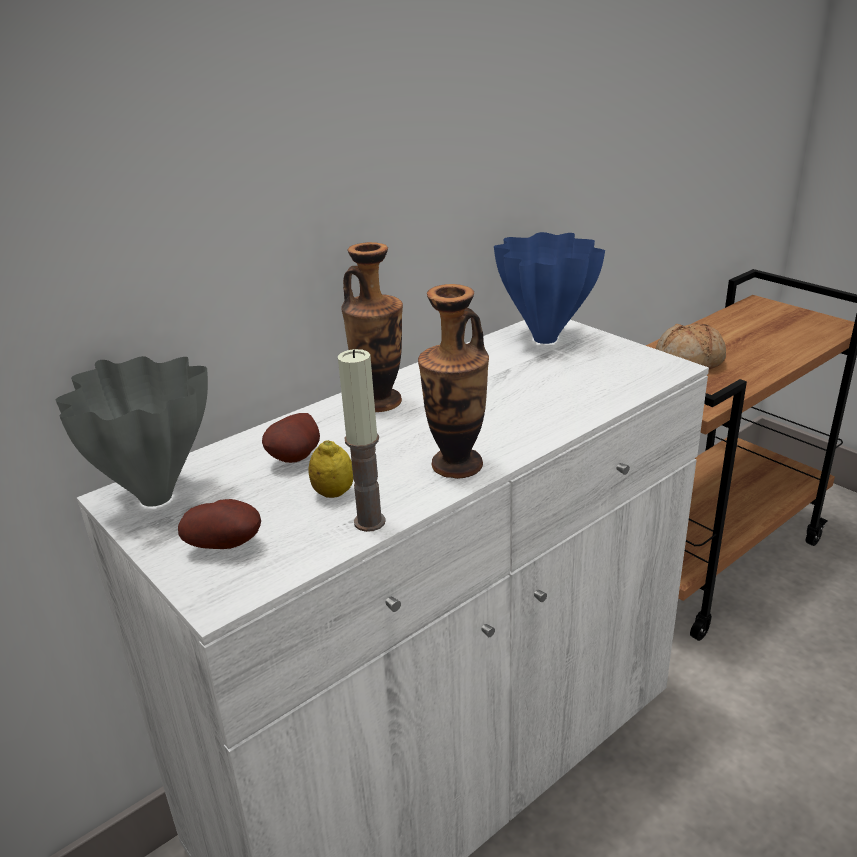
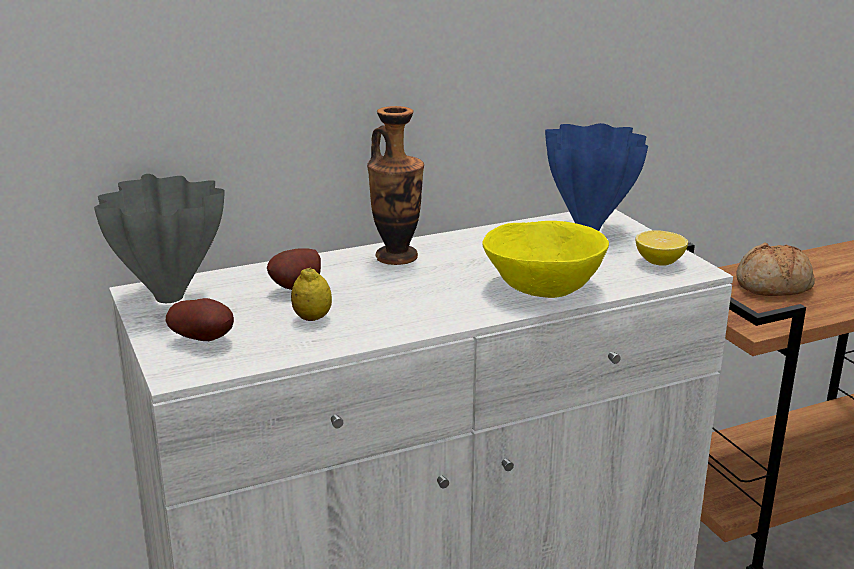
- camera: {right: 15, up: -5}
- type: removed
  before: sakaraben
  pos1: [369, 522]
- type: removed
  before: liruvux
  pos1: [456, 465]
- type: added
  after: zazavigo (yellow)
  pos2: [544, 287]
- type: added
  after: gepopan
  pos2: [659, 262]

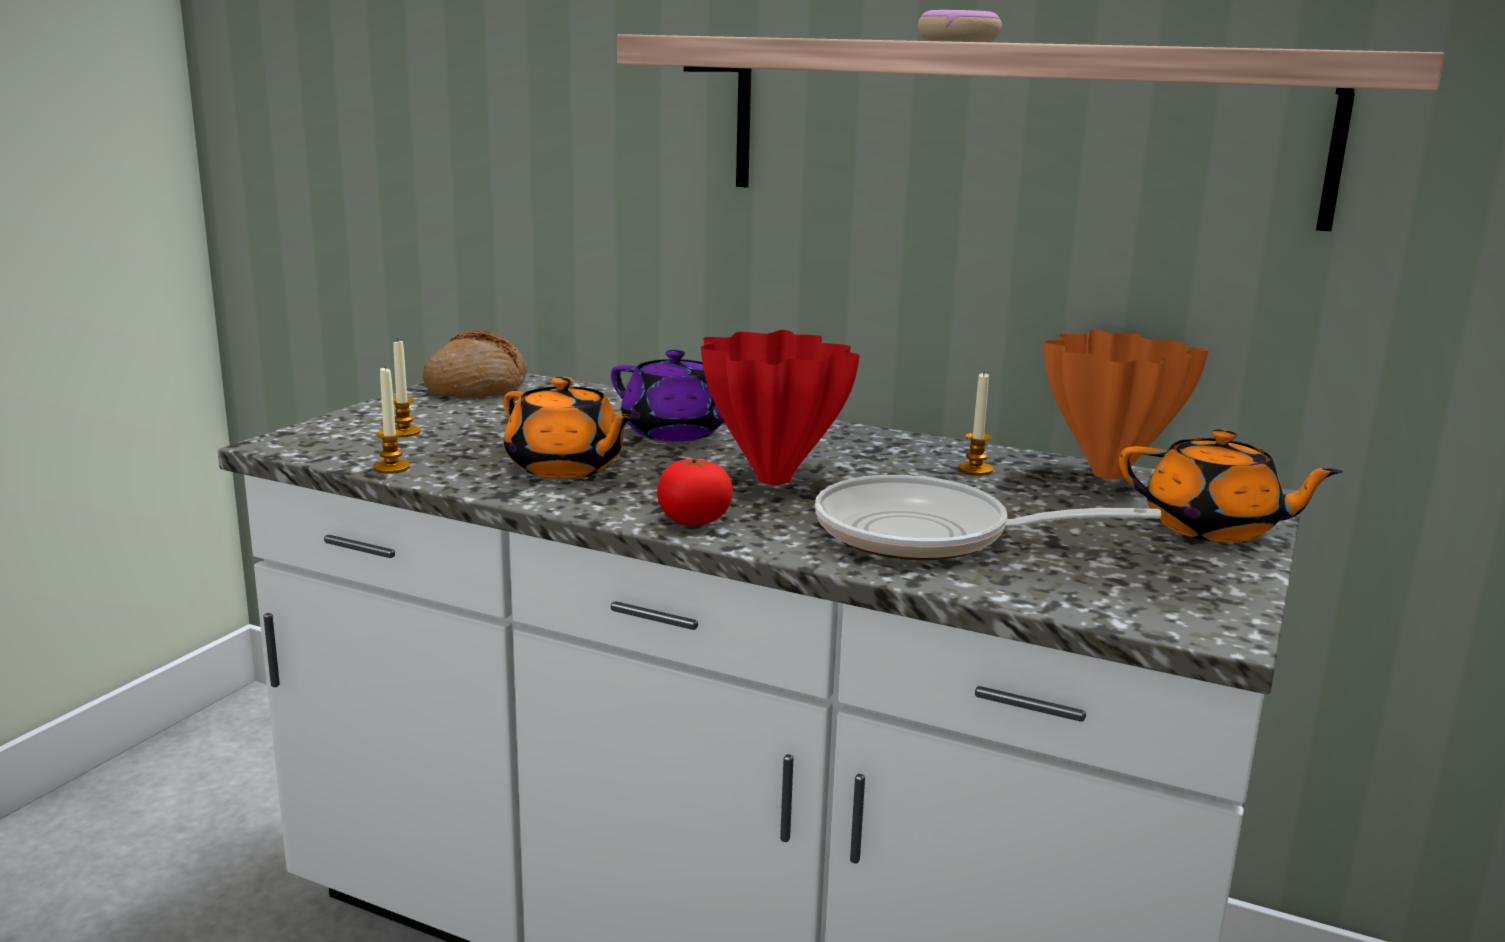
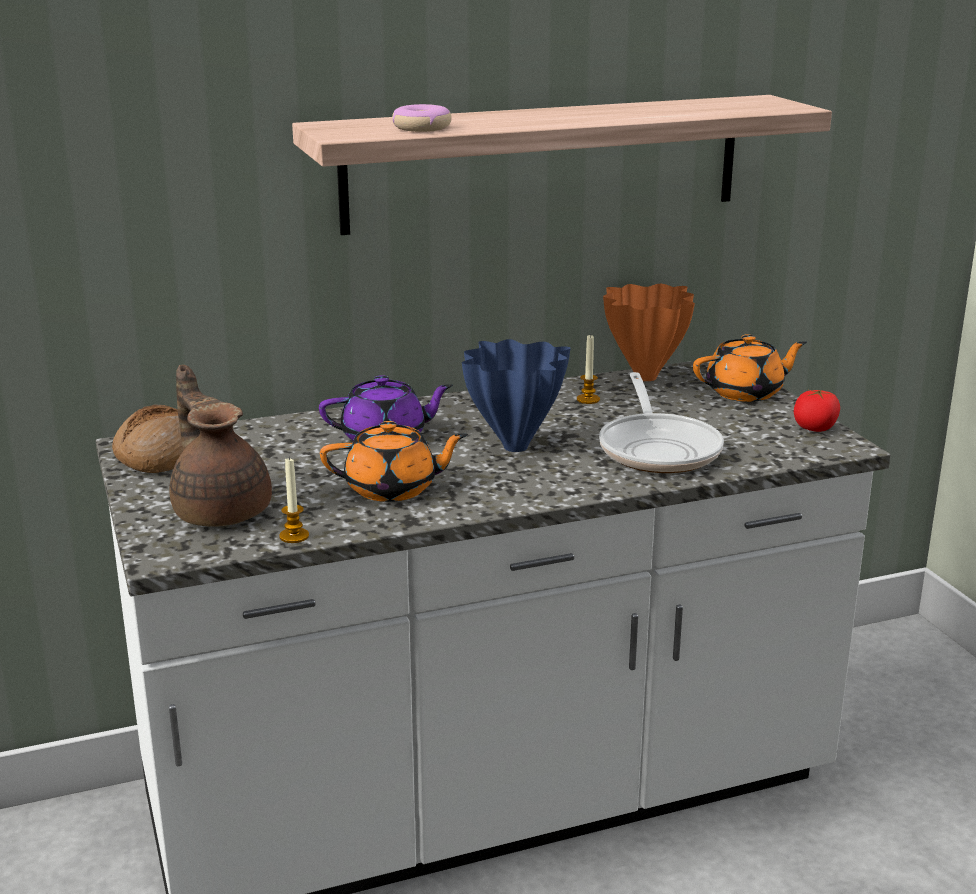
- camera: {right: -45, up: 5}
- type: replaced
  before: sakaraben
  after: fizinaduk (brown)
  pos1: [404, 432]
  pos2: [221, 510]
- type: moved
  before: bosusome
  pos1: [694, 521]
  pos2: [814, 428]
- type: recoloured
  before: liruvux (red)
  after: liruvux (blue)
  pos1: [771, 478]
  pos2: [513, 447]
- type: turned
  before: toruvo
  pos1: [929, 535]
  pos2: [658, 448]
  turn: -60
- type: moved
  before: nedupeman
  pos1: [958, 41]
  pos2: [422, 128]

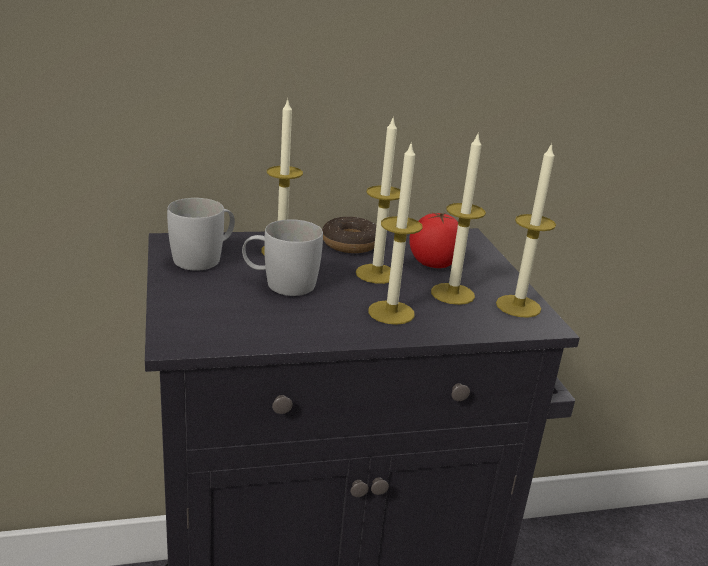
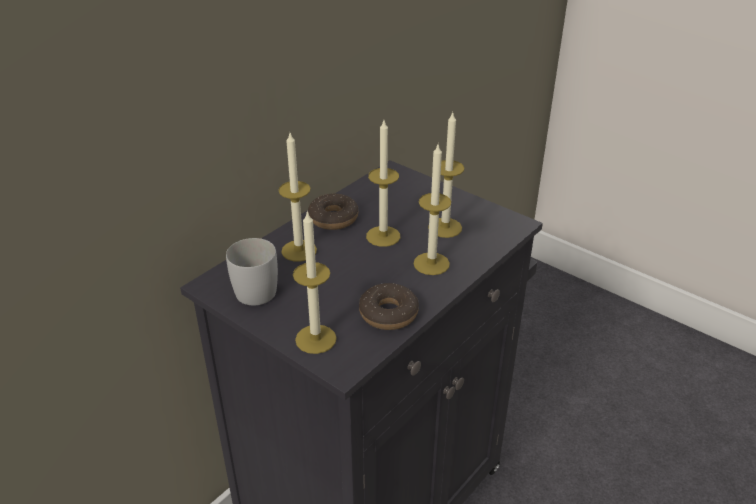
- camera: {right: -35, up: 10}
- type: removed
  before: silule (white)
  pos1: [280, 284]
- type: removed
  before: bosusome
  pos1: [432, 265]
- type: moved
  before: sakaraben
  pos1: [518, 306]
  pos2: [316, 339]
- type: added
  after: nedupeman
  pos2: [388, 314]

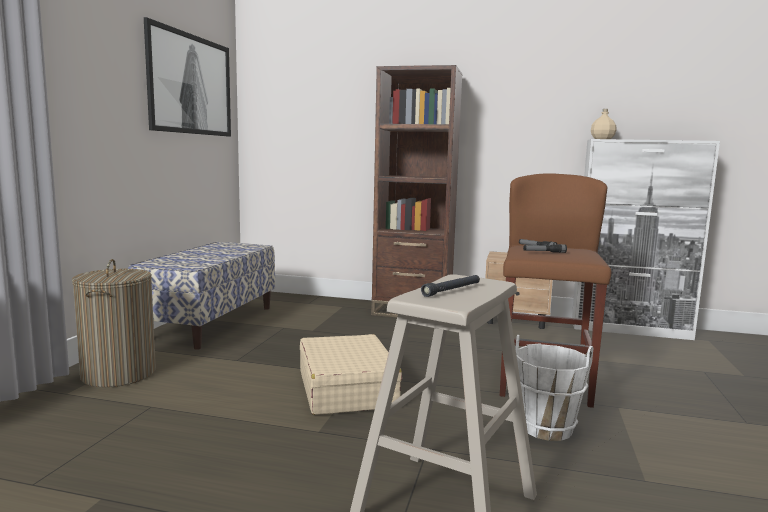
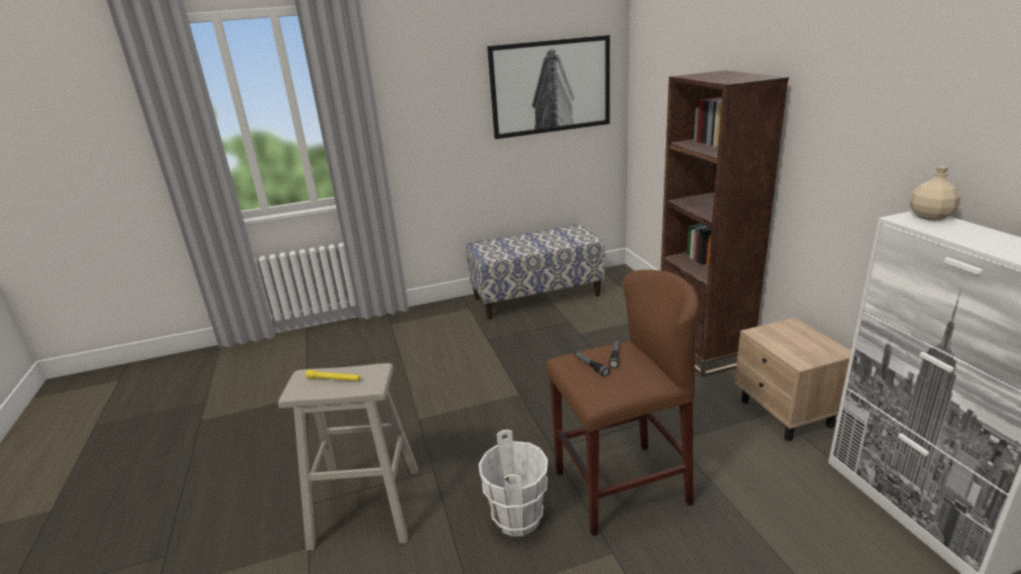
- camera: {right: 60, up: 15}
- type: removed
  before: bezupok
  pos1: [118, 373]
- type: removed
  before: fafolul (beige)
  pos1: [347, 389]
- type: recoloured
  before: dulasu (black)
  after: dulasu (yellow)
  pos1: [452, 290]
  pos2: [334, 379]

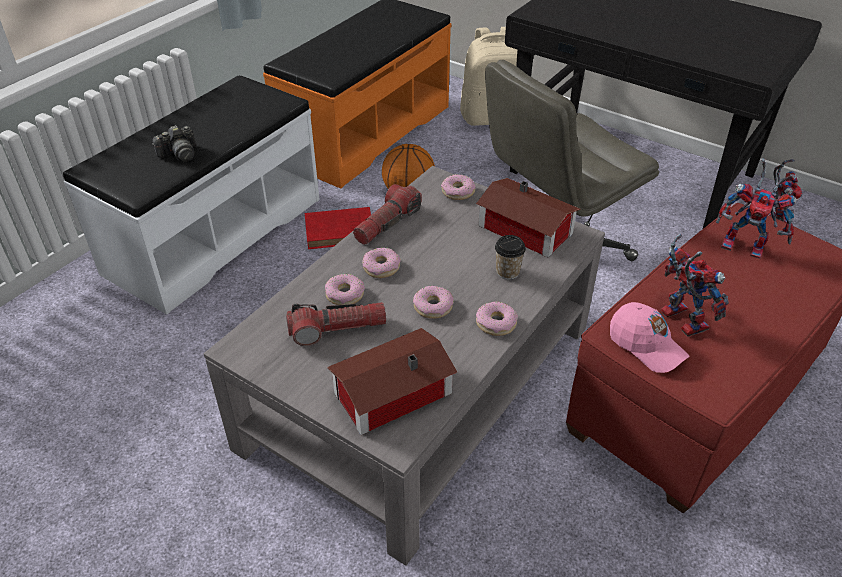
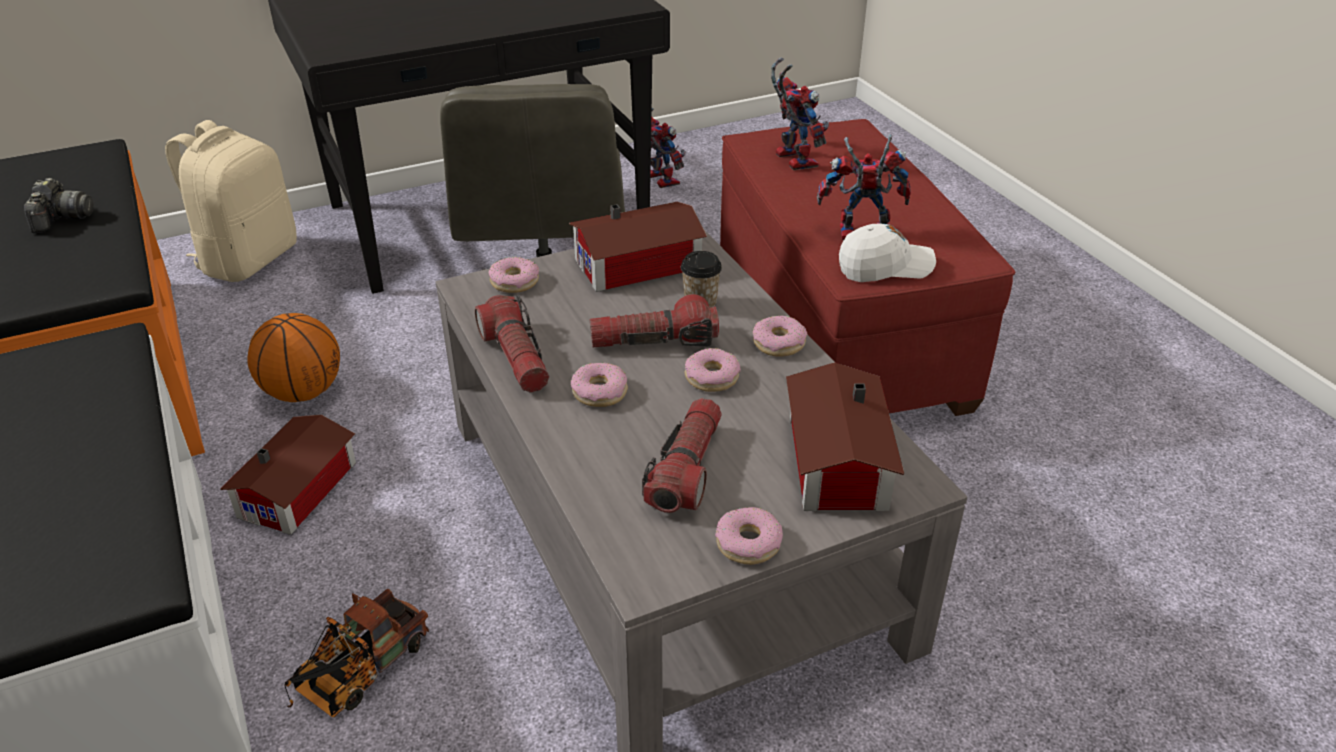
- camera: {right: -60, up: -5}
- type: moved
  before: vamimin
  pos1: [179, 154]
  pos2: [62, 219]
- type: replaced
  before: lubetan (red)
  after: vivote
  pos1: [342, 231]
  pos2: [302, 488]
- type: moved
  before: nedupeman
  pos1: [345, 294]
  pos2: [748, 543]
- type: recoloured
  before: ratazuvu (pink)
  after: ratazuvu (white)
  pos1: [646, 346]
  pos2: [885, 267]
- type: turned
  before: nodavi
  pos1: [747, 245]
  pos2: [790, 158]
  turn: -75
- type: added
  after: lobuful
  pos2: [358, 673]
- type: added
  after: dulasu
  pos2: [654, 341]

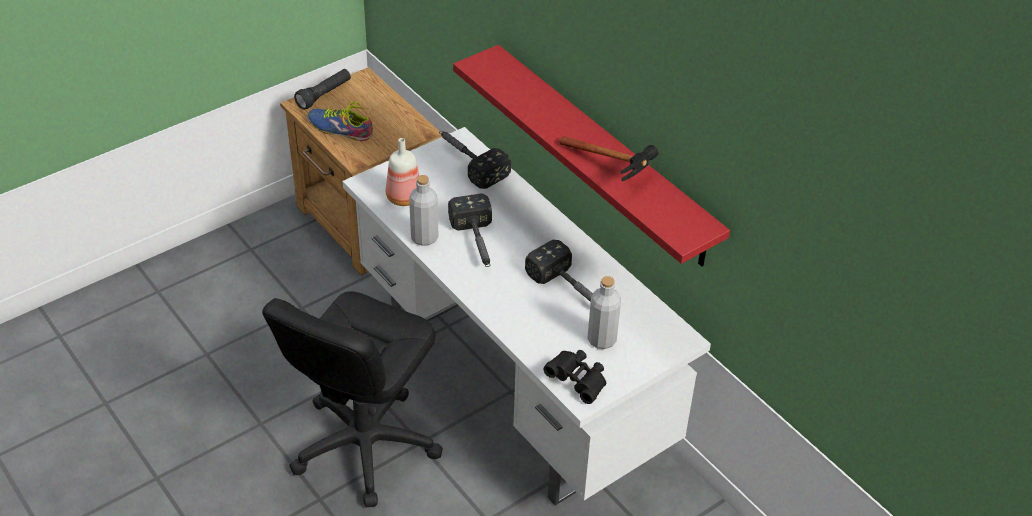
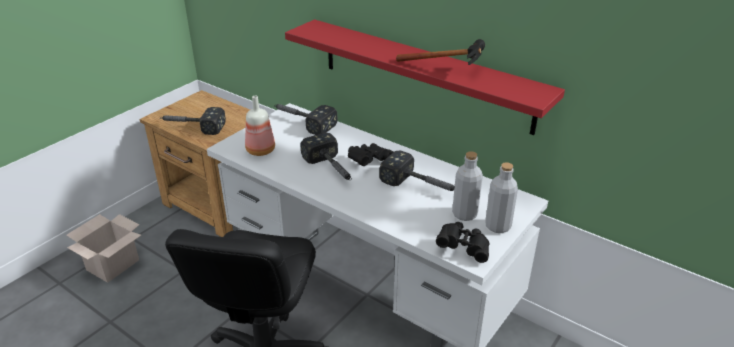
- camera: {right: -15, up: -10}
- type: removed
  before: dulasu (black)
  pos1: [324, 95]
- type: replaced
  before: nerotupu
  after: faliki
  pos1: [340, 129]
  pos2: [191, 126]
- type: moved
  before: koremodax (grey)
  pos1: [424, 237]
  pos2: [498, 226]
- type: added
  after: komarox
  pos2: [113, 264]
- type: added
  after: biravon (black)
  pos2: [368, 161]

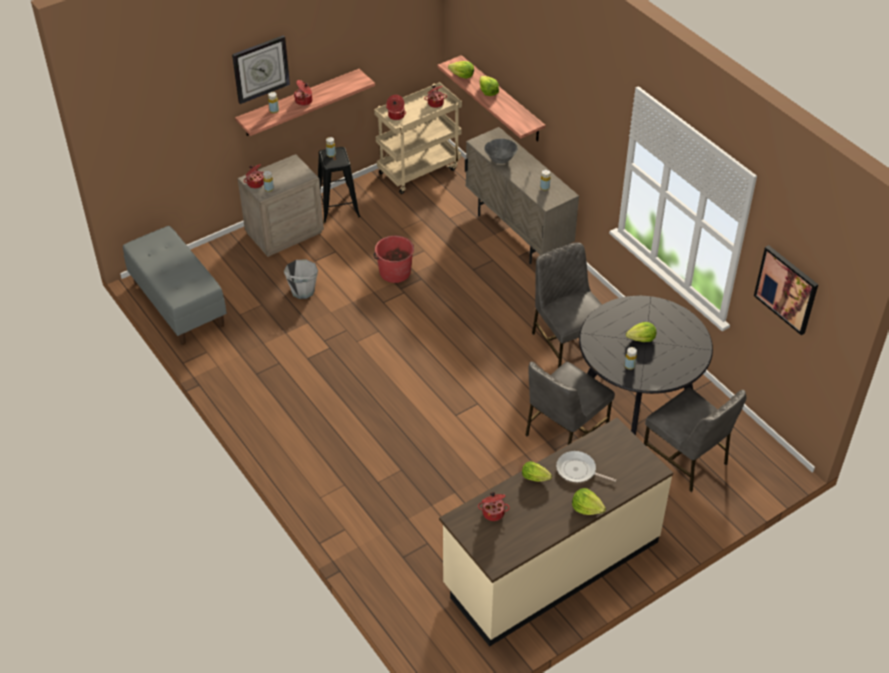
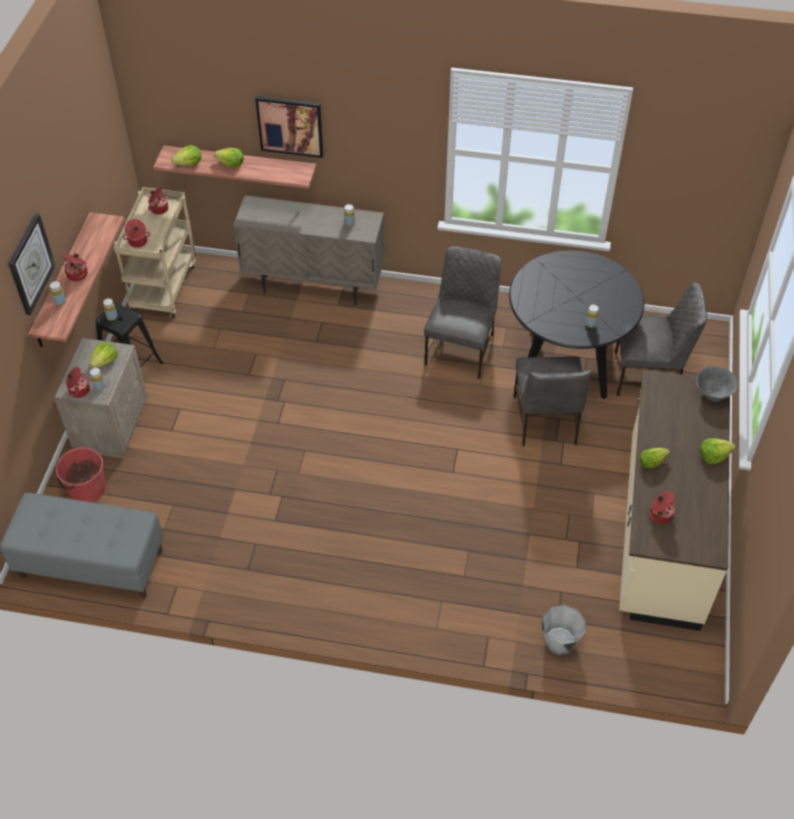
- camera: {right: -45, up: 5}
- type: moved
  before: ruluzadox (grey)
  pos1: [302, 291]
  pos2: [560, 641]
- type: moved
  before: ruluzadox (red)
  pos1: [394, 272]
  pos2: [86, 488]
- type: moved
  before: zazavigo (grey)
  pos1: [500, 160]
  pos2: [712, 394]
- type: turned
  before: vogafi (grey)
  pos1: [567, 343]
  pos2: [461, 349]
  turn: 90
- type: removed
  before: toruvo
  pos1: [578, 470]
- type: moved
  before: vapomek
  pos1: [641, 339]
  pos2: [105, 361]
- type: moved
  before: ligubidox
  pos1: [786, 289]
  pos2: [290, 125]

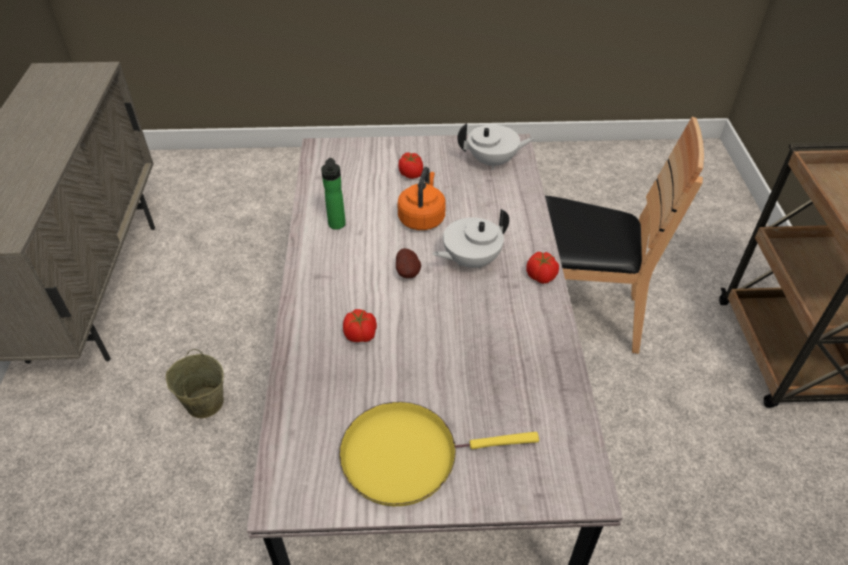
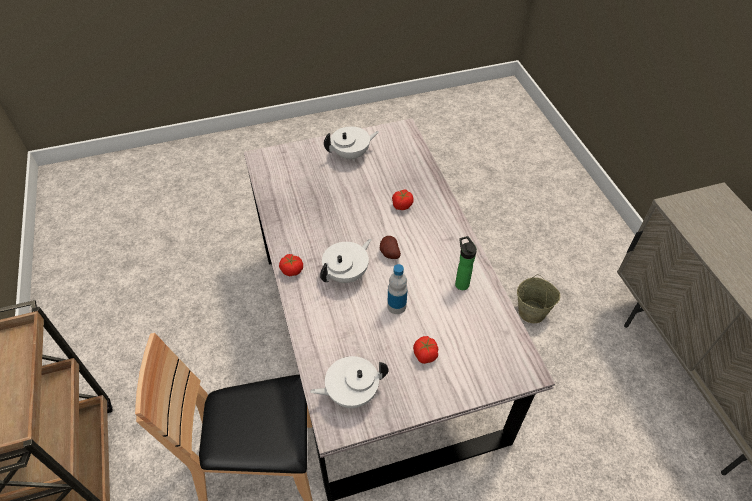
- camera: {right: 165, up: 5}
- type: replaced
  before: toruvo (yellow)
  after: fizinaduk (white)
  pos1: [407, 455]
  pos2: [351, 154]
- type: replaced
  before: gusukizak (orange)
  after: koremodax
  pos1: [422, 217]
  pos2: [396, 306]

